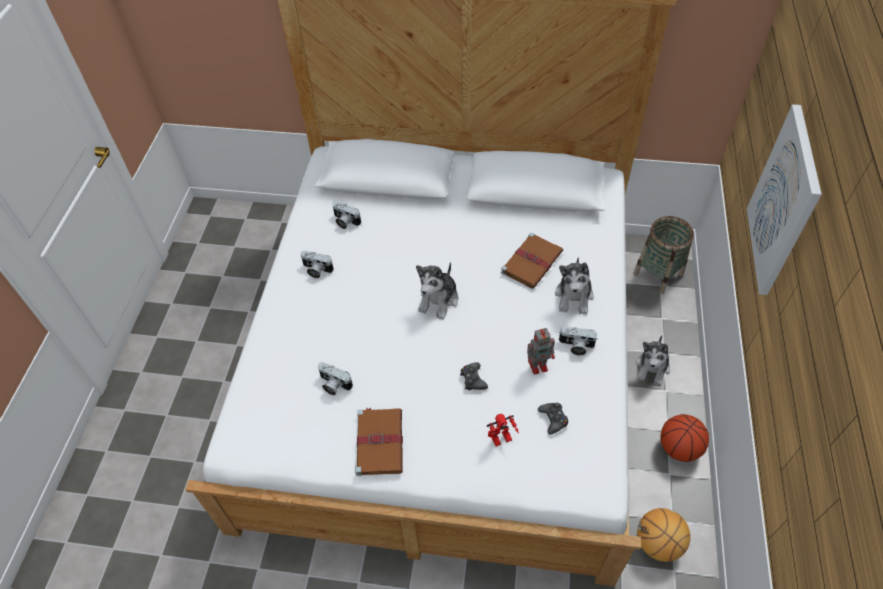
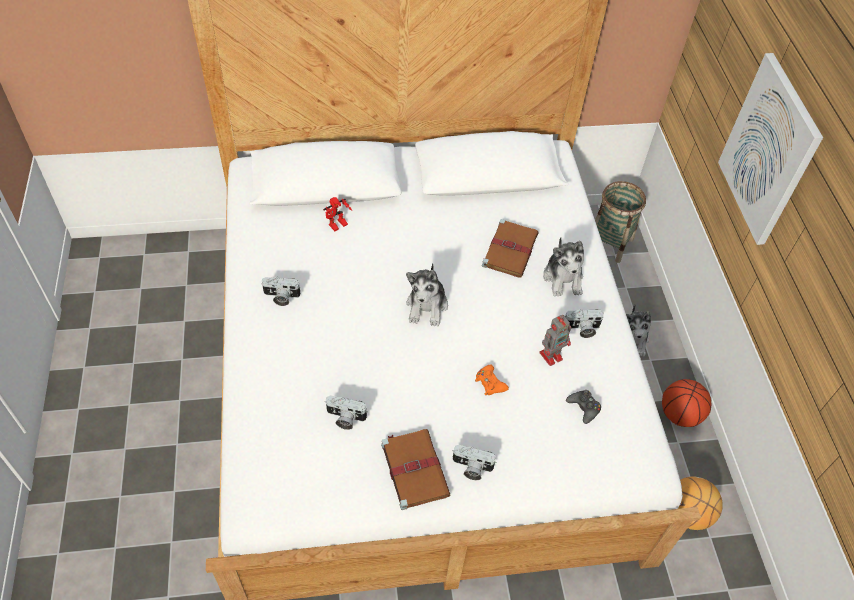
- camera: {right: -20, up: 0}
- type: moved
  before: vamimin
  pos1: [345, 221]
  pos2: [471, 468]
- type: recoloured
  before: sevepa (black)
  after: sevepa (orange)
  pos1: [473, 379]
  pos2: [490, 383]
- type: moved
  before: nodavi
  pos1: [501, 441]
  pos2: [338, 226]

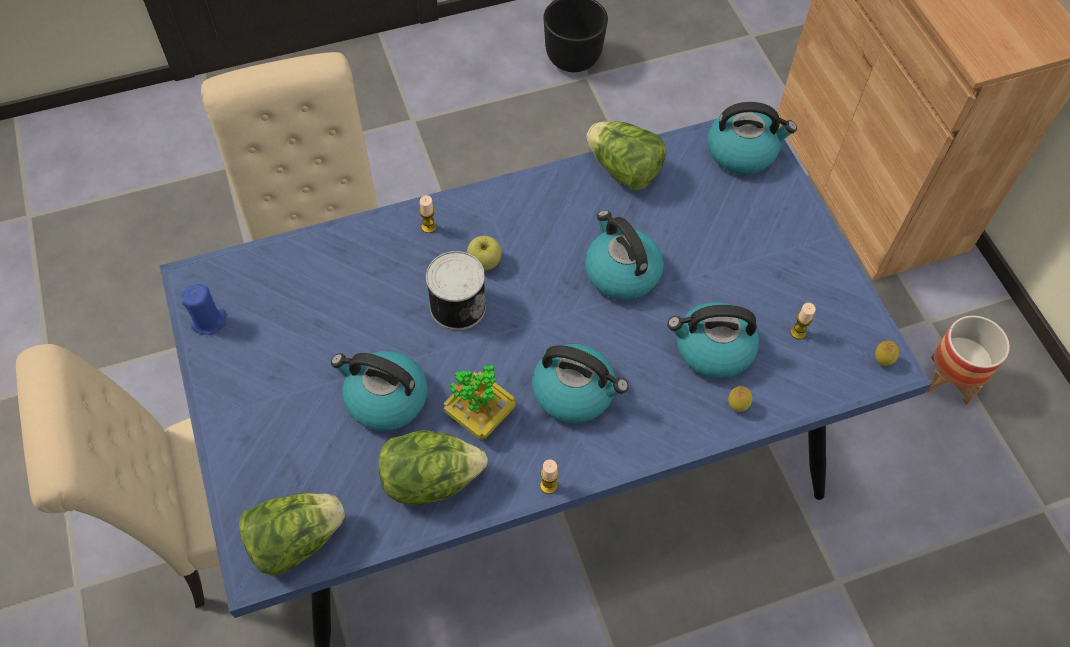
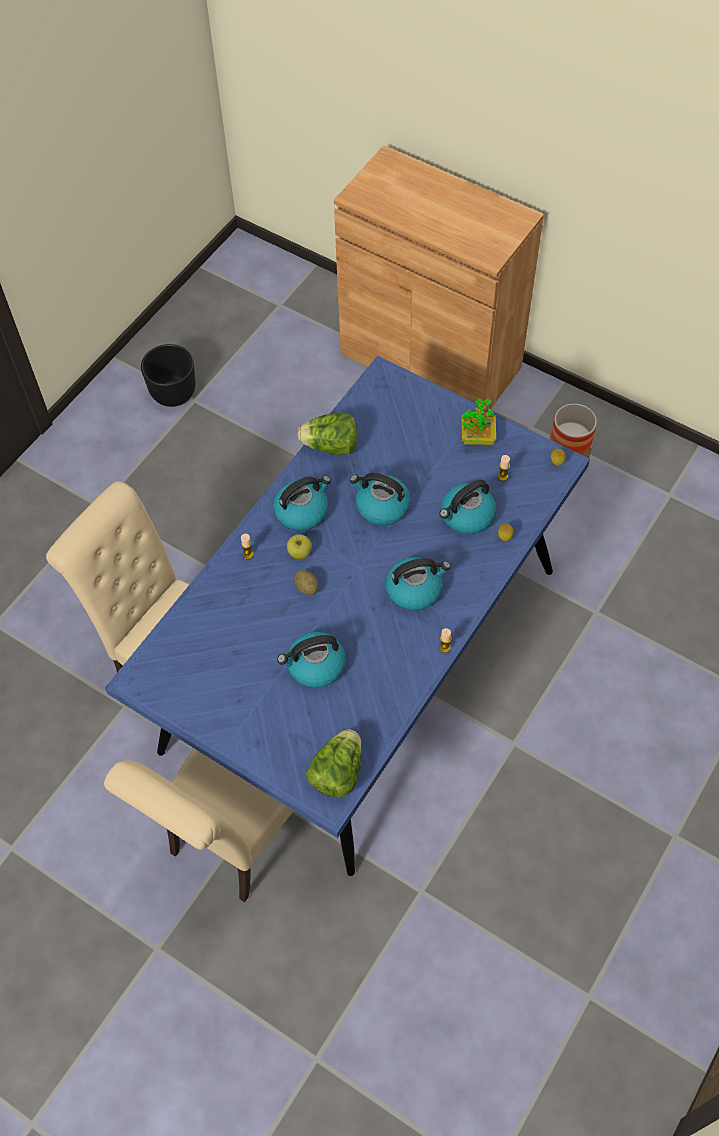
- camera: {right: -35, up: 0}
- type: removed
  before: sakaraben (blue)
  pos1: [209, 321]
- type: removed
  before: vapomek
  pos1: [431, 480]
- type: replaced
  before: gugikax
  after: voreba
  pos1: [456, 305]
  pos2: [306, 587]
- type: moved
  before: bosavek
  pos1: [480, 415]
  pos2: [477, 437]
- type: moved
  before: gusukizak
  pos1: [742, 151]
  pos2: [302, 511]

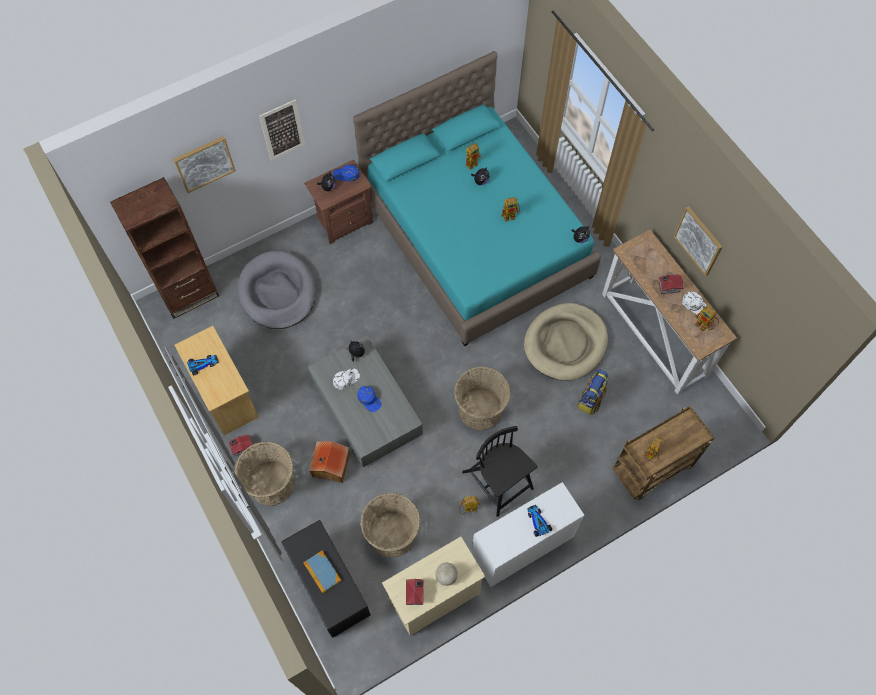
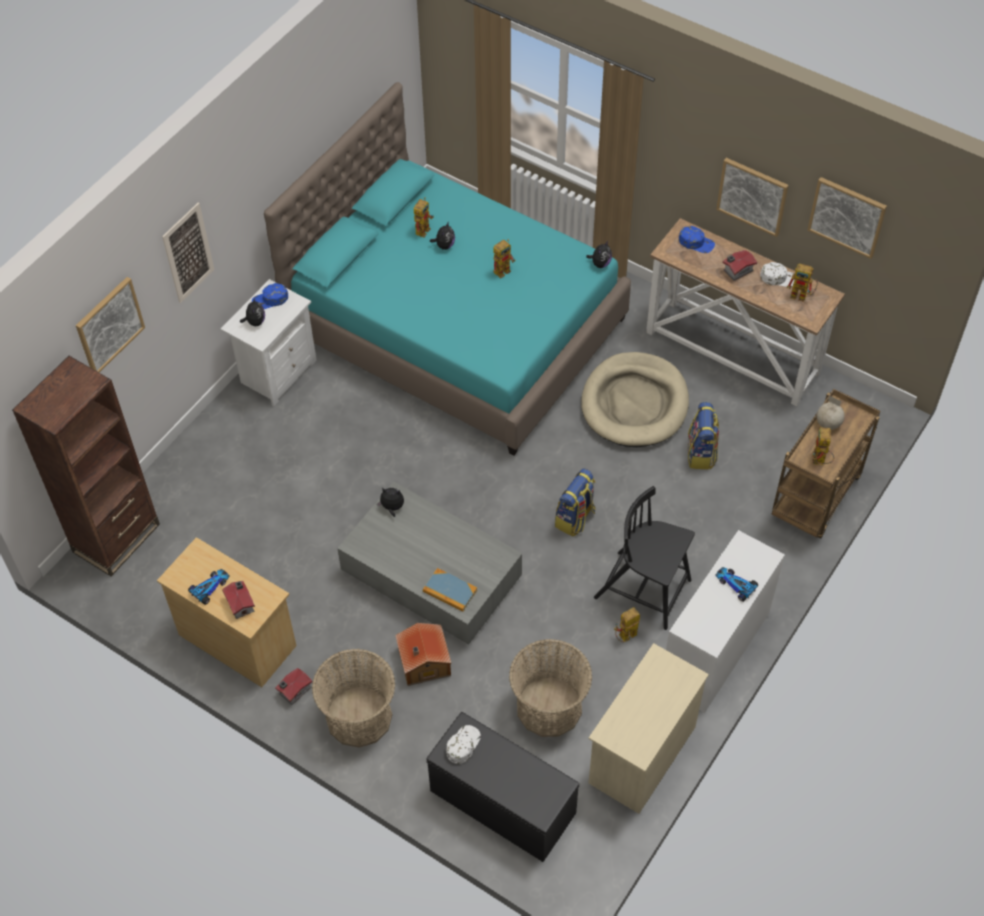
- camera: {right: -25, up: -10}
- type: removed
  before: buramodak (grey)
  pos1: [278, 292]
- type: recoloured
  before: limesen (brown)
  after: limesen (white)
  pos1: [344, 221]
  pos2: [277, 372]
- type: moved
  before: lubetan
  pos1: [322, 572]
  pos2: [450, 591]
- type: moved
  before: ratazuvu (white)
  pos1: [346, 379]
  pos2: [462, 745]
- type: moved
  before: ratazuvu (blue)
  pos1: [369, 399]
  pos2: [696, 242]
- type: moved
  before: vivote
  pos1: [415, 593]
  pos2: [240, 603]
- type: moved
  before: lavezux
  pos1: [446, 576]
  pos2: [828, 424]
- type: replaced
  before: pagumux
  after: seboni
  pos1: [480, 409]
  pos2: [575, 519]
- type: added
  after: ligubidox
  pos2: [847, 216]

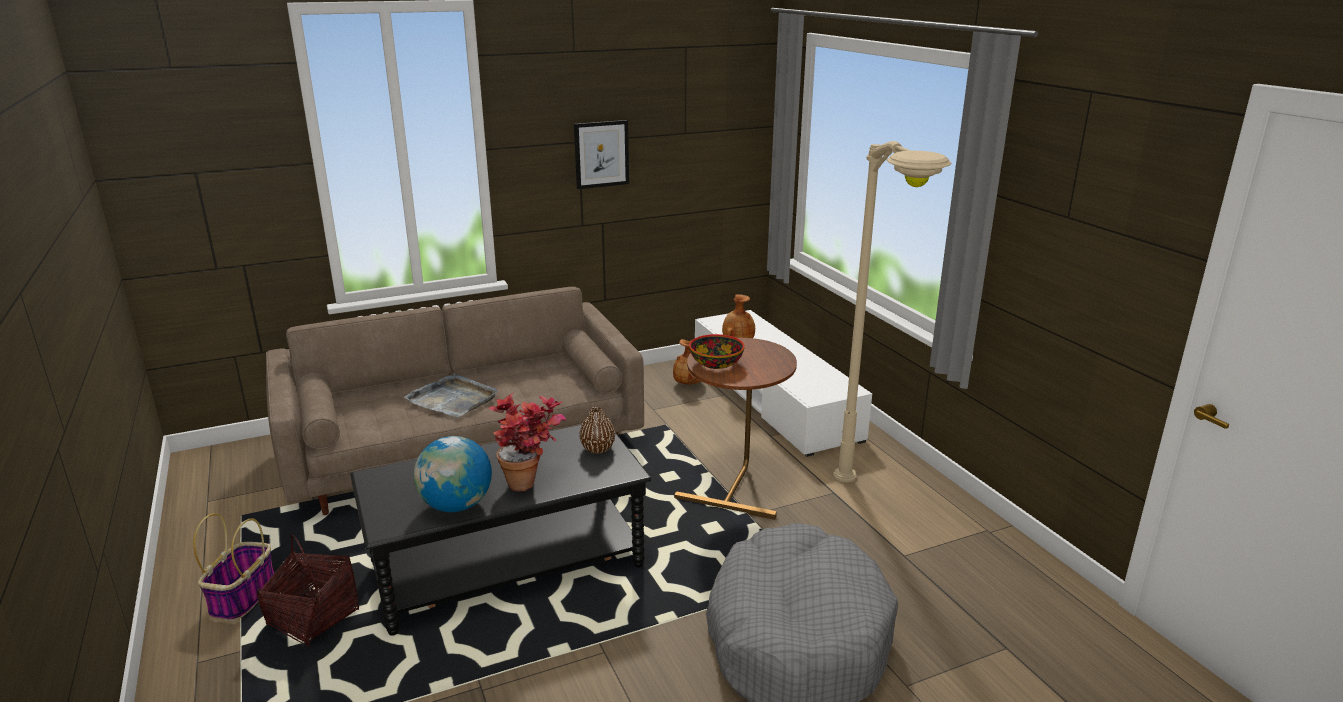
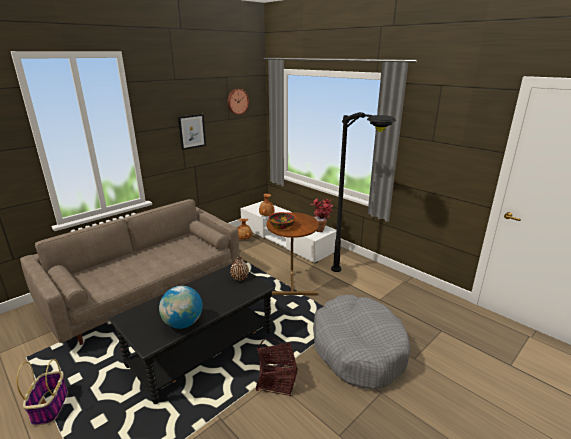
- camera: {right: -20, up: 0}
- type: moved
  before: pagumux
  pos1: [313, 618]
  pos2: [276, 380]
- type: removed
  before: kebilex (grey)
  pos1: [453, 399]
- type: moved
  before: bosavek
  pos1: [531, 483]
  pos2: [322, 229]
- type: recoloured
  before: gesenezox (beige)
  after: gesenezox (black)
  pos1: [866, 518]
  pos2: [355, 286]
- type: added
  after: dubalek
  pos2: [237, 101]

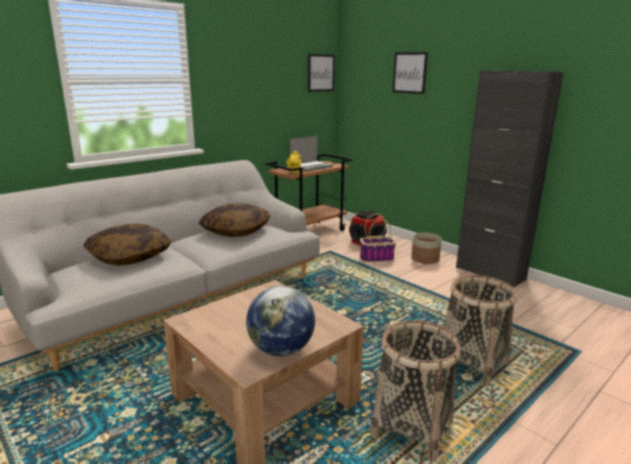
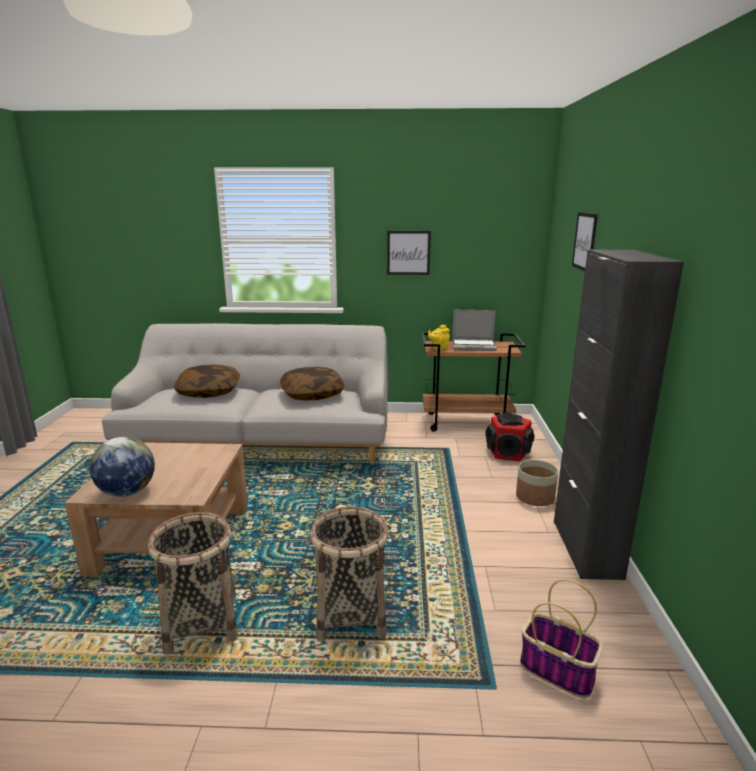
- camera: {right: 45, up: 0}
- type: moved
  before: ligubidox
  pos1: [321, 73]
  pos2: [408, 252]
- type: moved
  before: pagumux
  pos1: [377, 258]
  pos2: [558, 670]

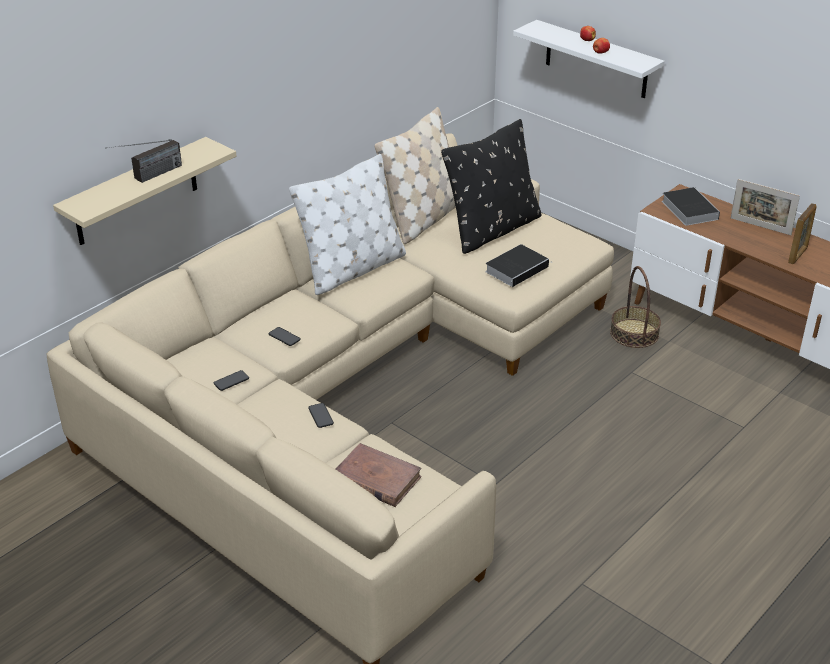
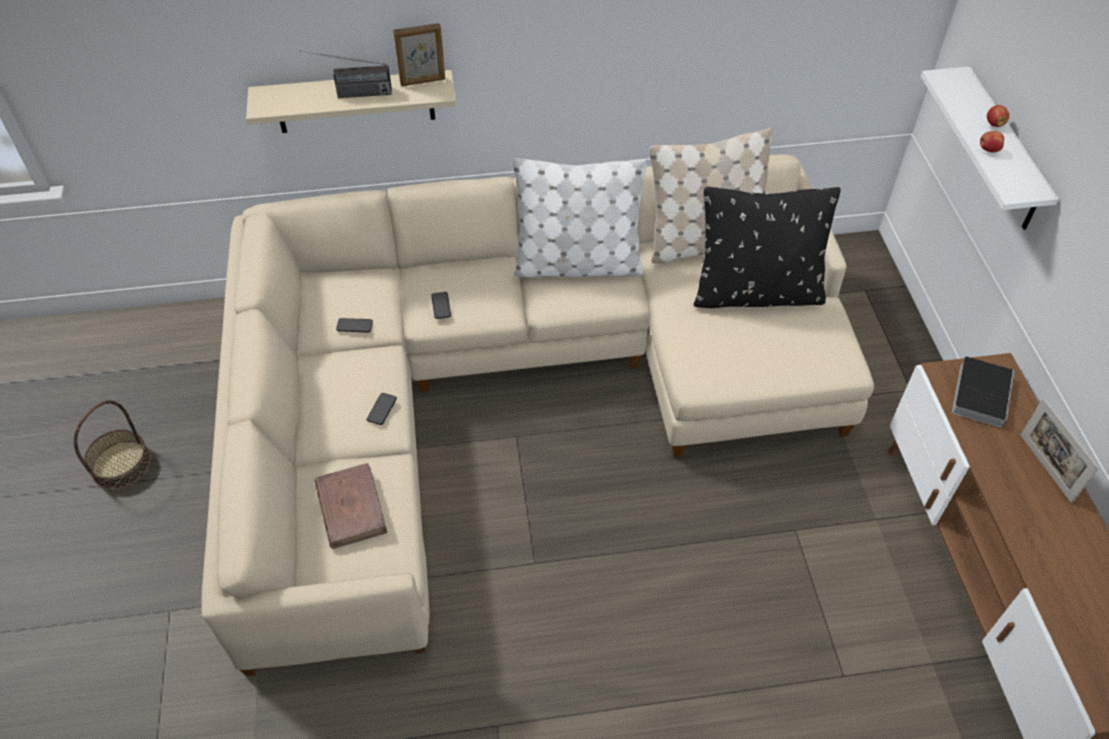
- camera: {right: 40, up: 15}
- type: removed
  before: lubetan
  pos1: [517, 268]
- type: moved
  before: pagumux
  pos1: [634, 333]
  pos2: [121, 464]
- type: moved
  before: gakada
  pos1: [798, 255]
  pos2: [423, 81]

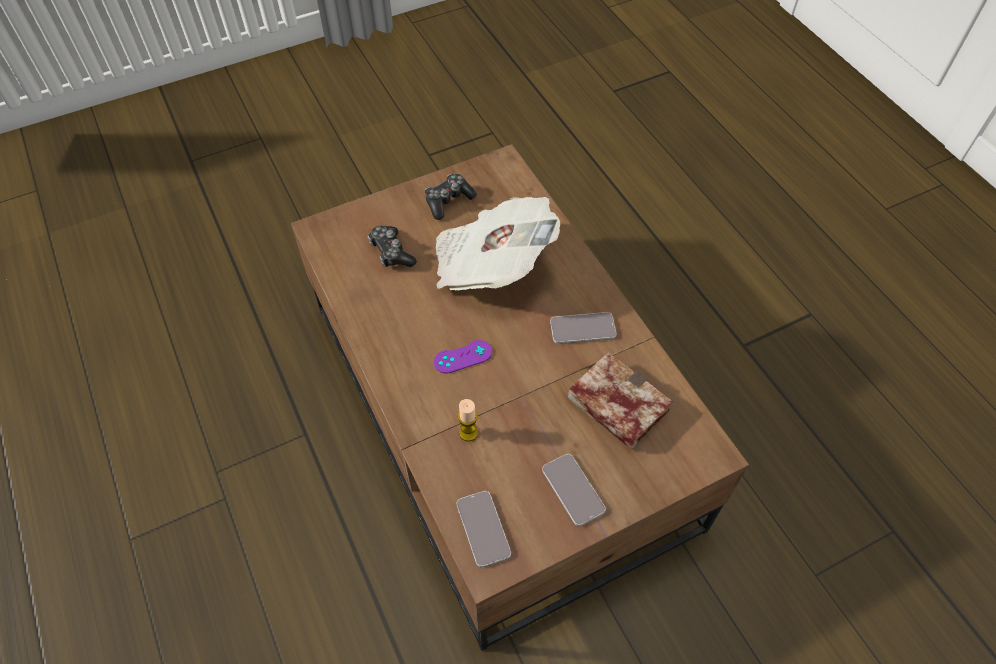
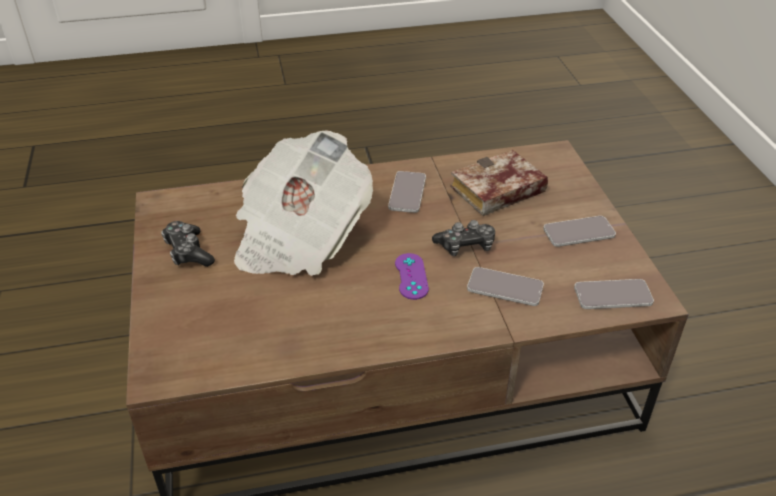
- camera: {right: -75, up: -15}
- type: moved
  before: sevepa
  pos1: [391, 252]
  pos2: [465, 246]
- type: replaced
  before: sakaraben
  after: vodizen
  pos1: [468, 433]
  pos2: [505, 287]

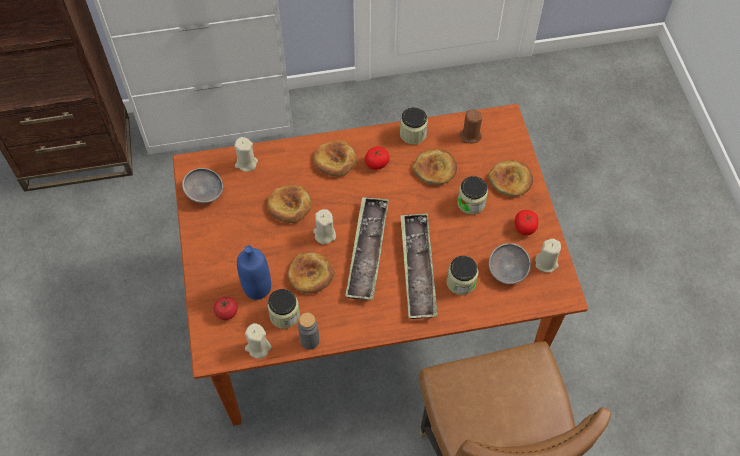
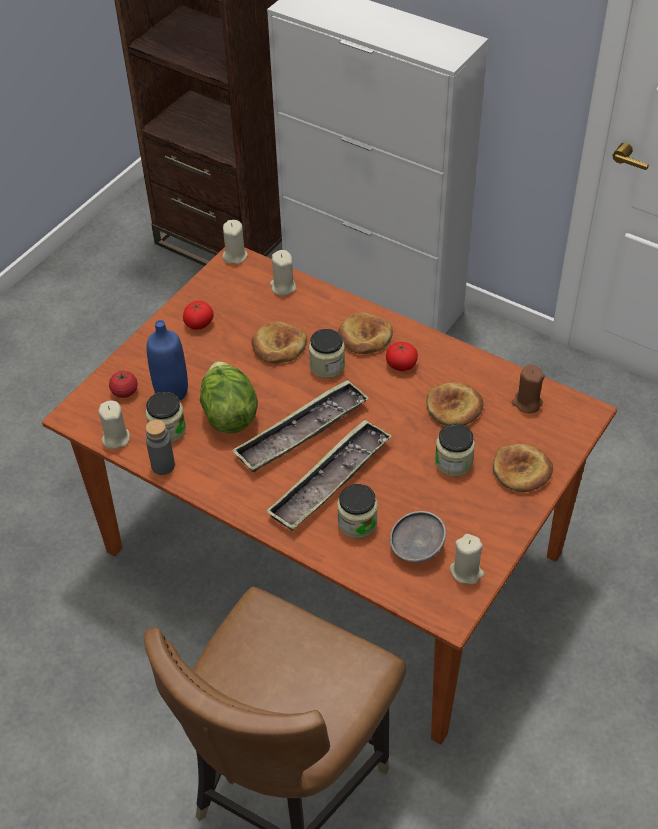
- camera: {right: 45, up: -10}
- type: removed
  before: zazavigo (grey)
  pos1: [205, 193]
- type: replaced
  before: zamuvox
  after: vapomek
  pos1: [311, 274]
  pos2: [229, 414]
- type: moved
  before: sakaraben (beige)
  pos1: [324, 234]
  pos2: [235, 256]
- type: moved
  before: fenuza
  pos1: [413, 134]
  pos2: [327, 366]
- type: moved
  before: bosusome
  pos1: [525, 228]
  pos2: [199, 324]

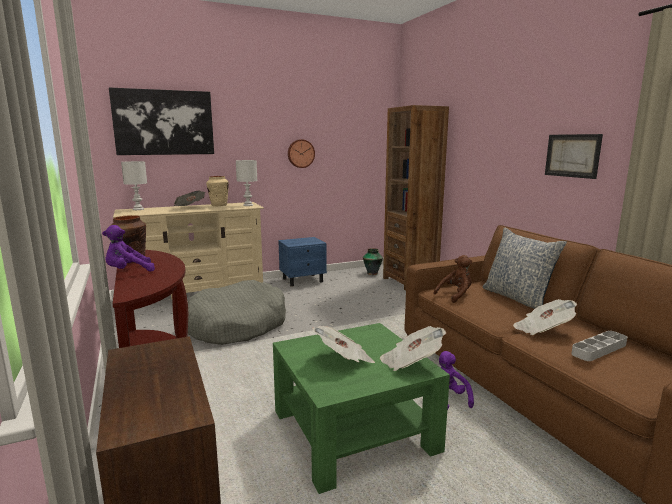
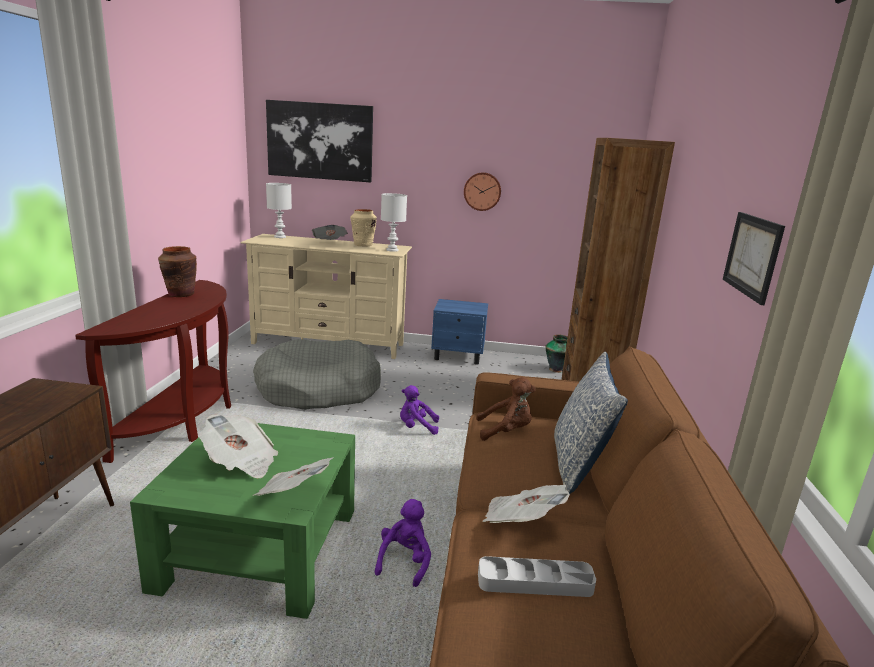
- camera: {right: 30, up: 5}
- type: moved
  before: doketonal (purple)
  pos1: [128, 272]
  pos2: [416, 427]

